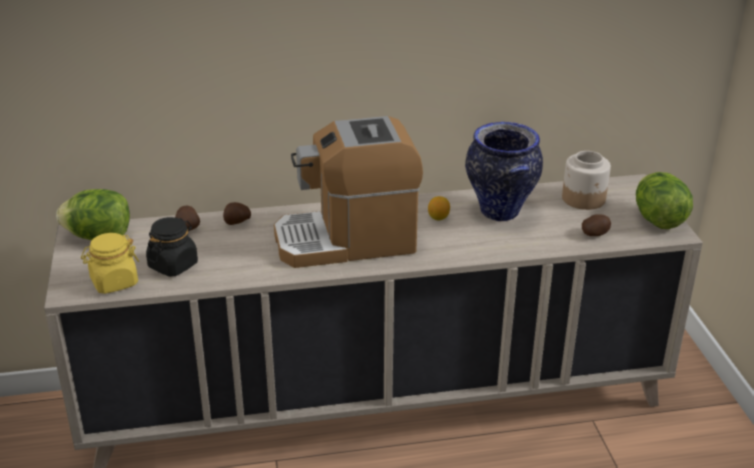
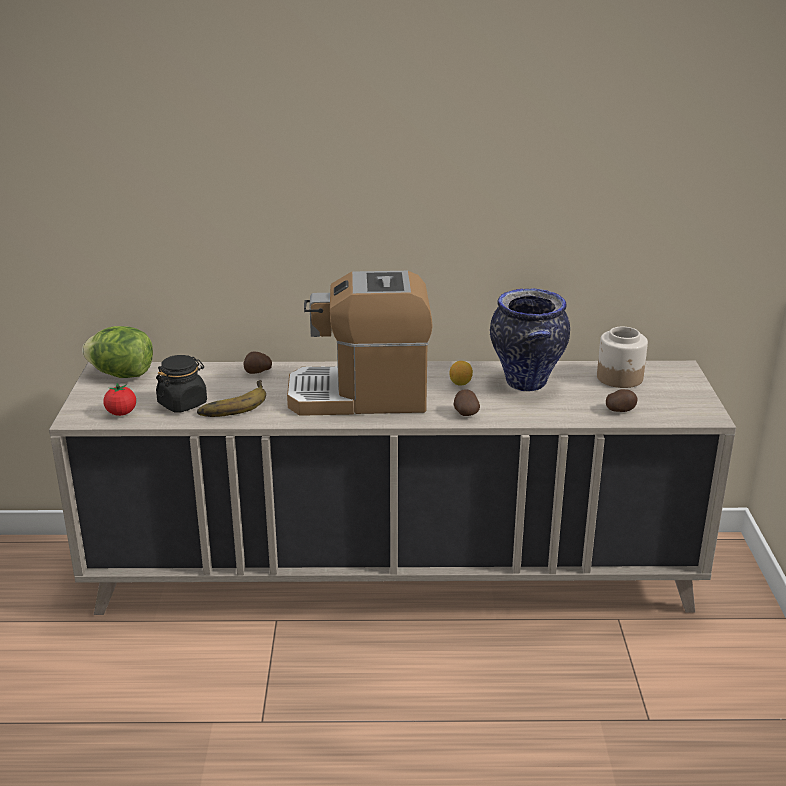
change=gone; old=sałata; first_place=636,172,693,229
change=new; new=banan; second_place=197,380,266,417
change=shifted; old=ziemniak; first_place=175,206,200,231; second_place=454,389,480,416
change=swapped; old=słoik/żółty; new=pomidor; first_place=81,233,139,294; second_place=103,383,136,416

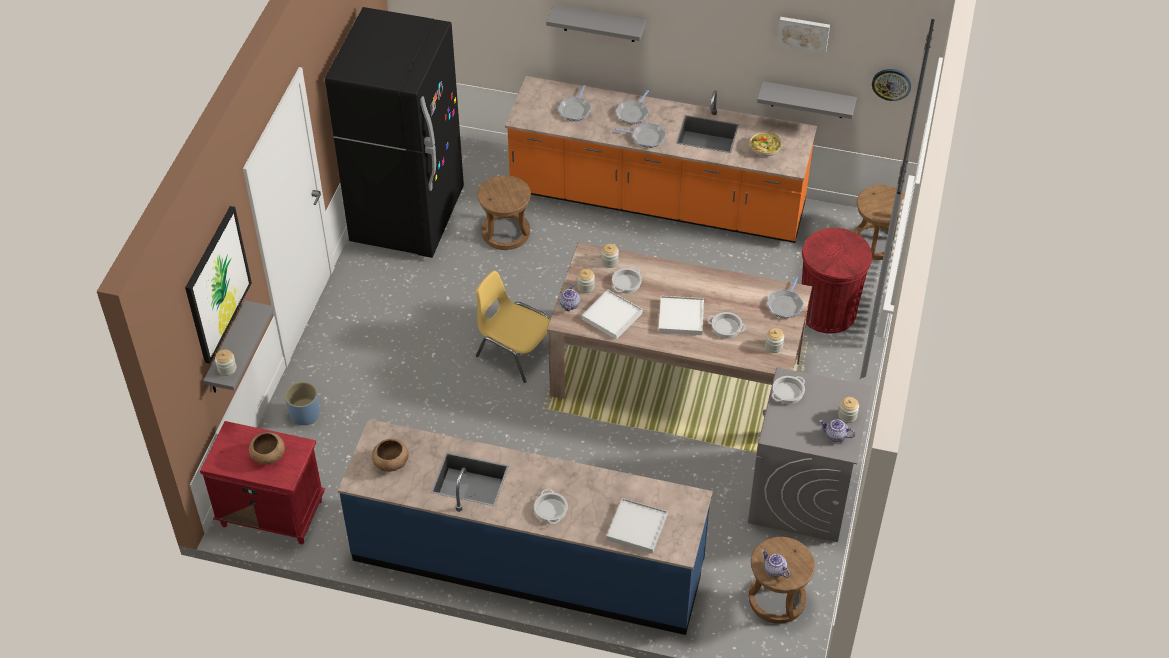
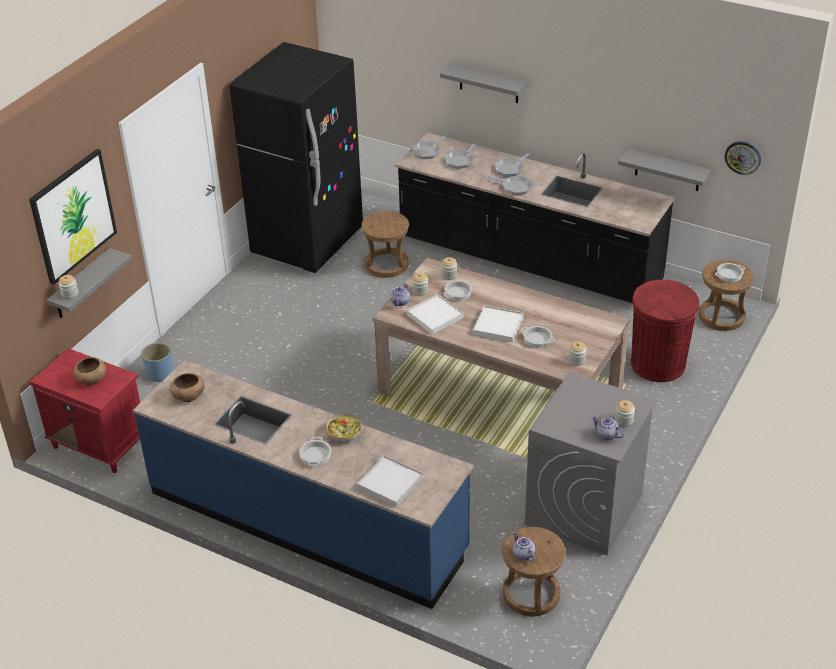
change=gone; old=krzesło/żółty; first_place=476,271,550,383
change=gone; old=obraz; first_place=777,17,830,54
change=shifted; old=miska; first_place=750,131,782,157; second_place=326,414,362,442
change=shifted; old=patelnia; first_place=767,276,804,319; second_place=412,135,445,159
change=shifted; old=garnek; first_place=772,376,805,404; second_place=715,263,745,282
change=repainted; old=zabudowa kuchenna/pomarańczowy; new=zabudowa kuchenna/czarny; first_place=505,76,817,243; second_place=395,133,675,303

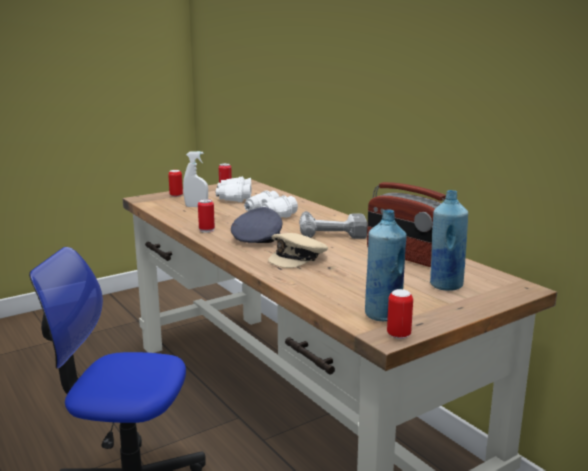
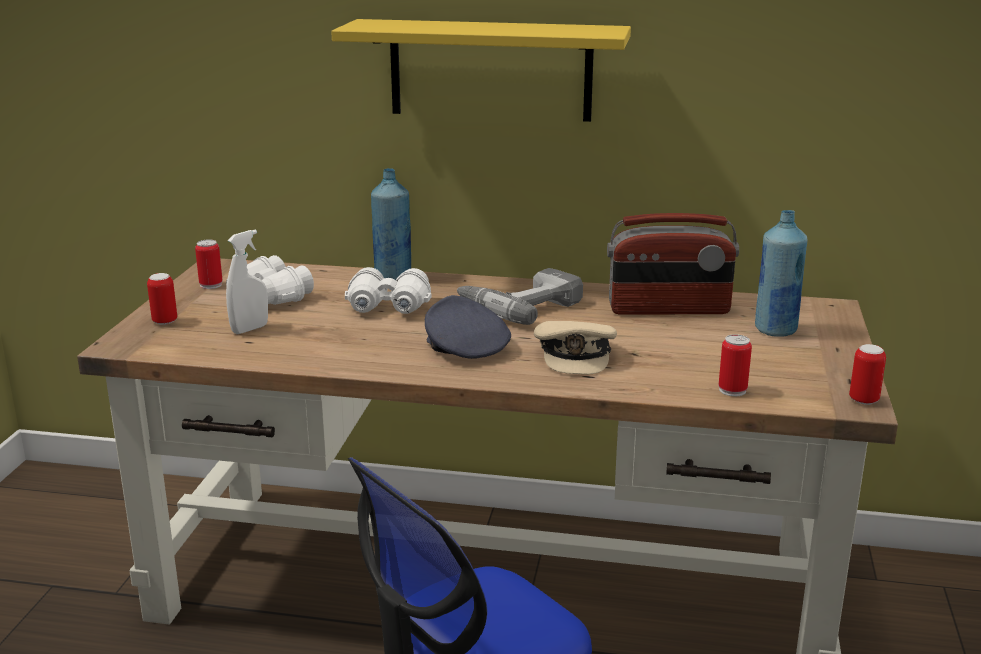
change=new; new=półka/żółty; second_place=331,19,631,122
change=shifted; old=puszka; first_place=198,199,215,233; second_place=719,334,752,396
change=shifted; old=butelka/niebieski; first_place=365,210,407,321; second_place=371,168,411,280

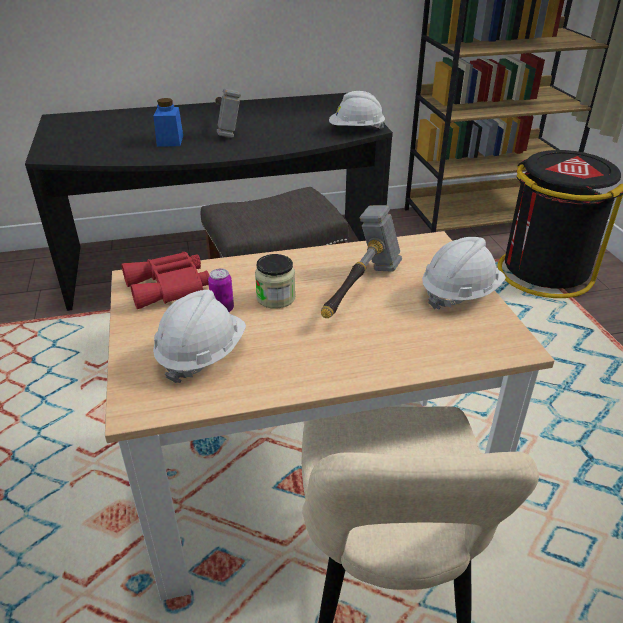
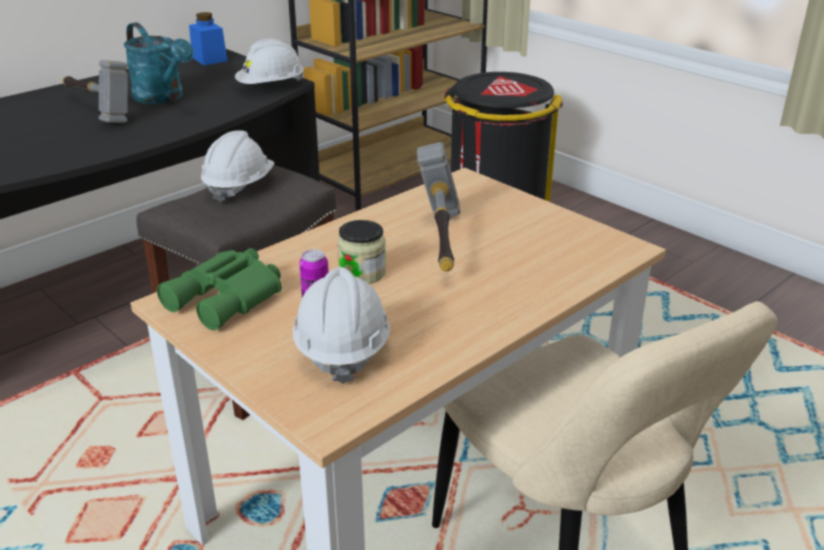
change=new; new=konewka/turkusowy; second_place=124,22,194,104
change=shifted; old=słoik/niebieski; first_place=153,98,183,147; second_place=189,12,227,65
change=shifted; old=kask/biały; first_place=422,237,506,310; second_place=201,130,274,202
change=repainted; old=lornetka/czerwony; new=lornetka/zielony; first_place=121,252,209,309; second_place=157,248,281,330

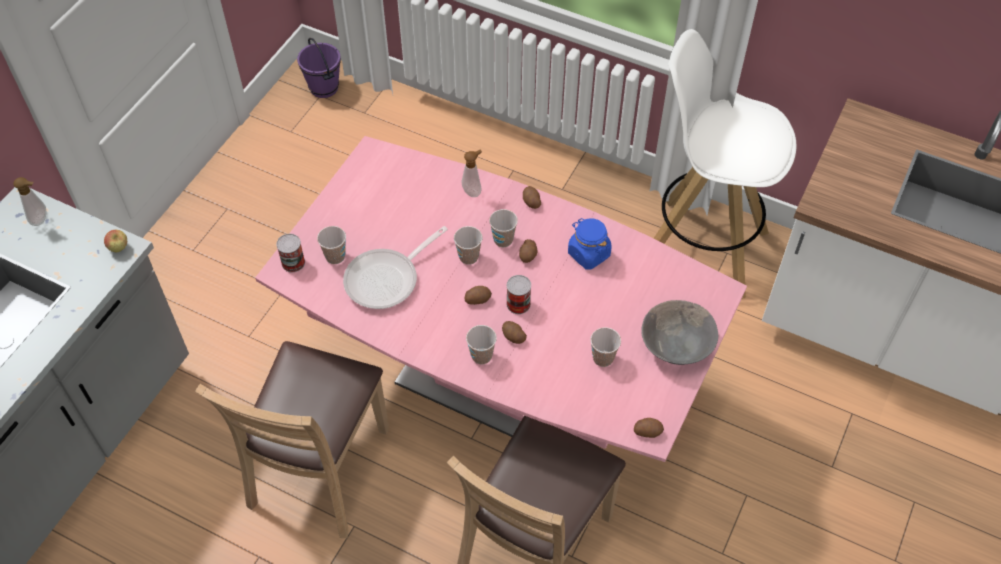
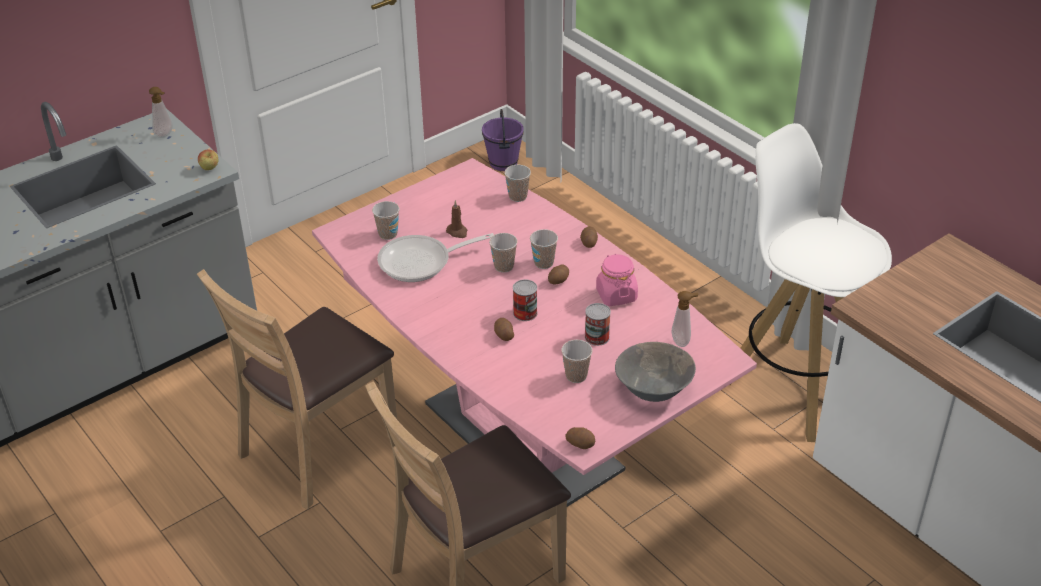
change=gone; old=ziemniak; first_place=465,286,492,305
change=new; new=świeca/brązowy; second_place=446,200,467,238
change=shifted; old=puszka; first_place=276,234,305,272; second_place=585,303,611,346
change=shifted; old=dozownik mydła; first_place=462,150,482,197; second_place=672,291,698,347
change=shifted; old=filiżanka; first_place=466,325,497,365; second_place=504,165,531,202
change=repainted; old=słoik/niebieski; new=słoik/różowy; first_place=568,218,612,270; second_place=596,254,638,306

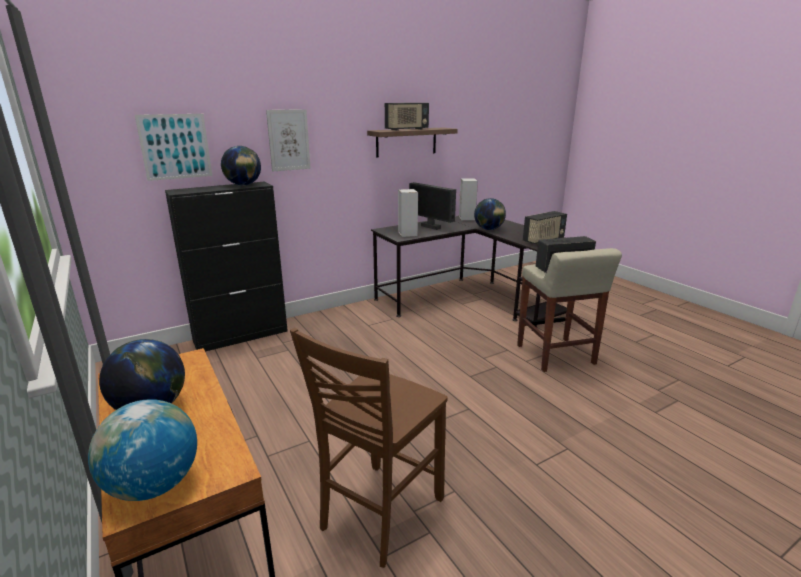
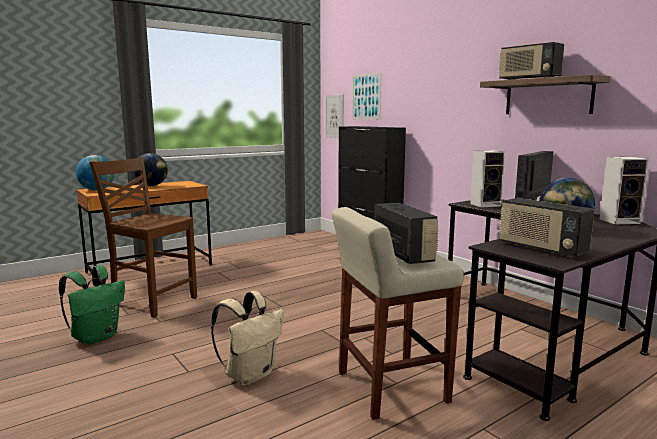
change=gone; old=globus; first_place=221,146,261,186
change=new; new=plecak/zielony; second_place=59,266,125,345
change=new; new=plecak/beżowy; second_place=211,291,284,385
change=shifted; old=obraz; first_place=266,109,311,171; second_place=325,94,344,138

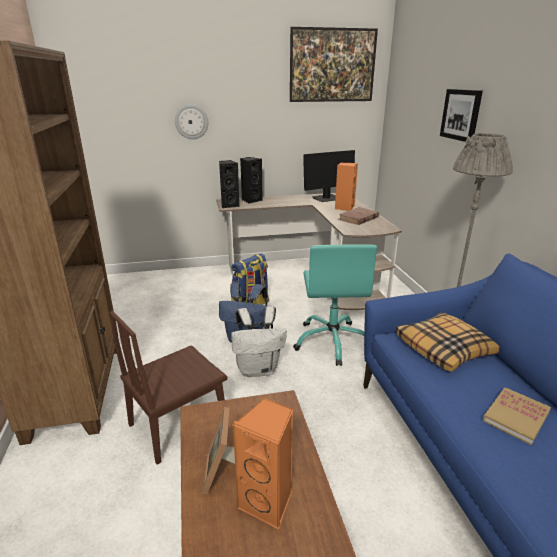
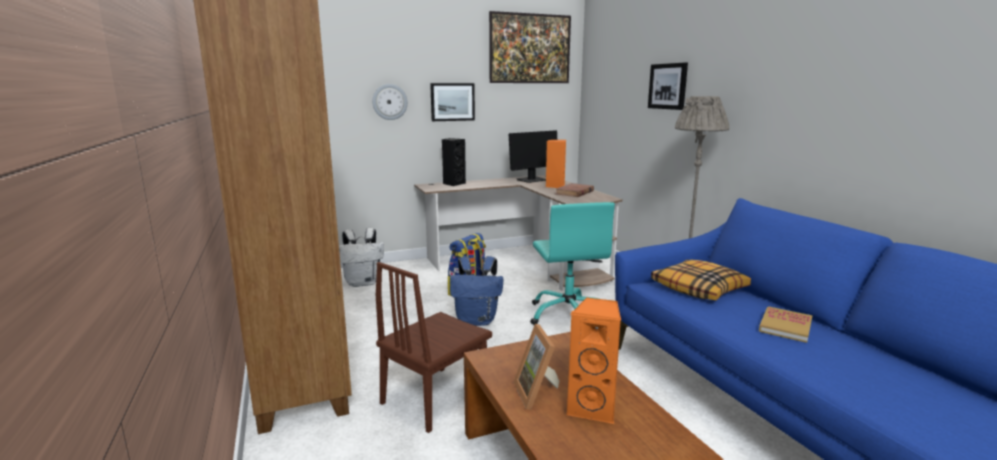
change=gone; old=głośnik/czarny; first_place=219,160,239,208
change=new; new=obraz; second_place=430,83,475,121
change=shifted; old=plecak/biały; first_place=231,306,287,377; second_place=339,228,384,287

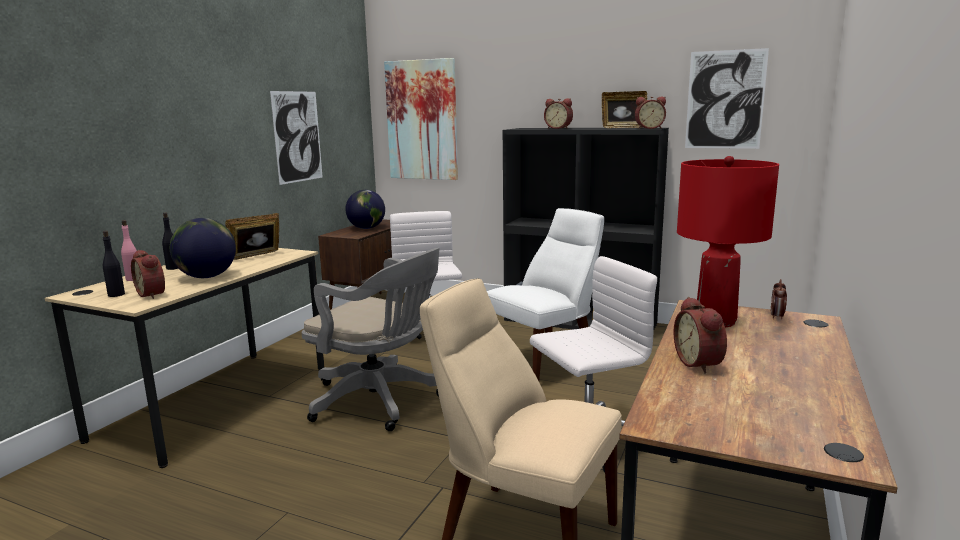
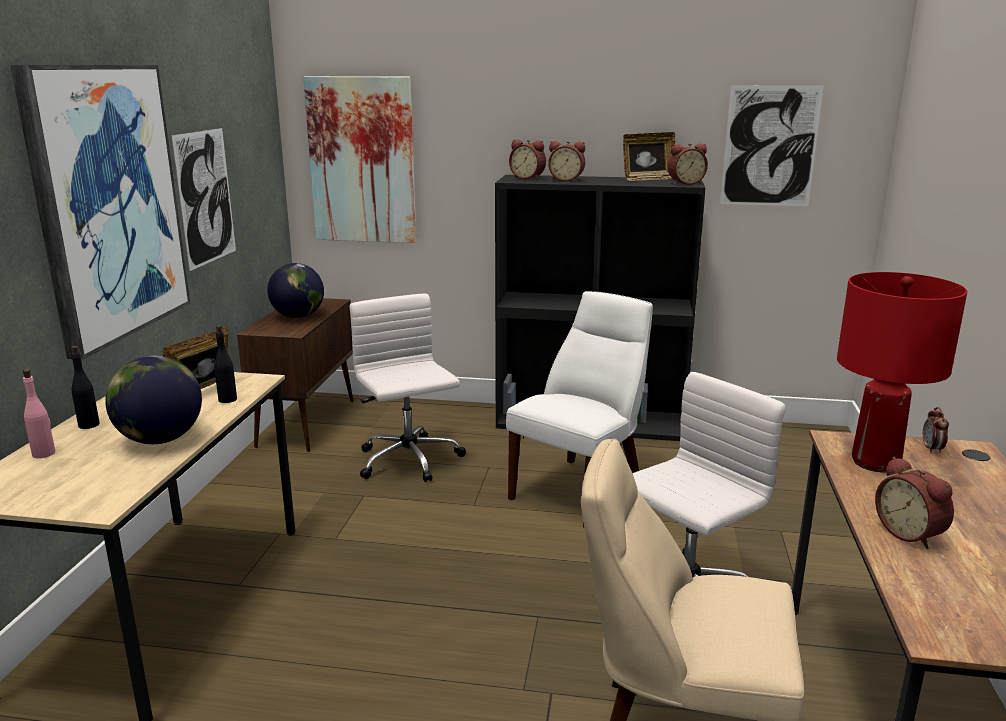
change=gone; old=krzesło biurowe/szary; first_place=302,248,439,431
change=new; new=obraz; second_place=10,65,190,360
change=shifted; old=butelka/czarny; first_place=103,231,125,297; second_place=214,325,237,403
change=shifted; old=budzik; first_place=131,250,165,299; second_place=509,139,546,179

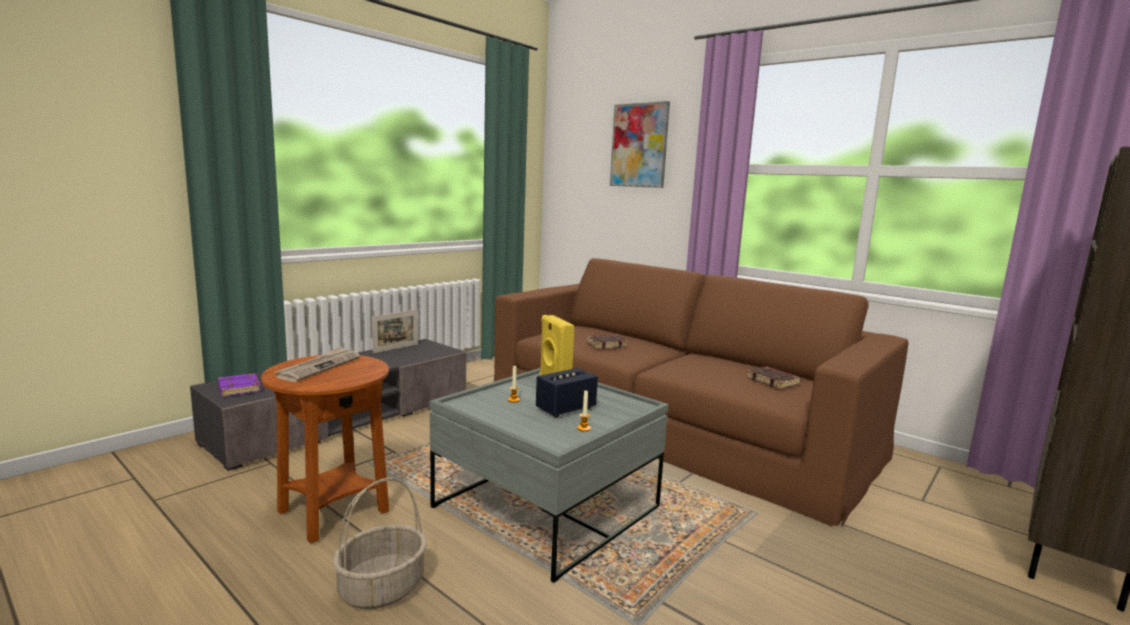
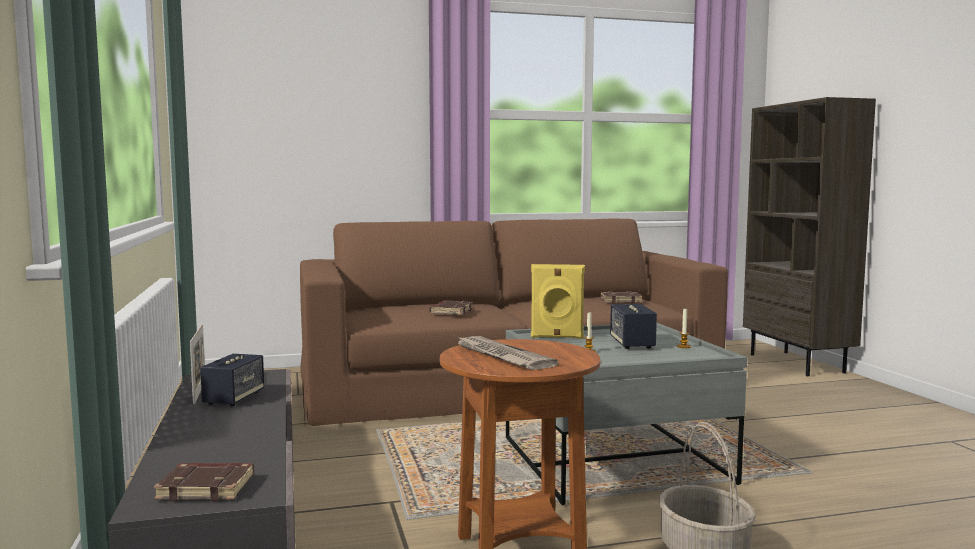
change=gone; old=obraz; first_place=610,101,670,188
change=new; new=głośnik; second_place=200,354,264,406
change=repainted; old=książka/fioletowy; new=książka/brązowy; first_place=218,373,261,397; second_place=154,463,254,501

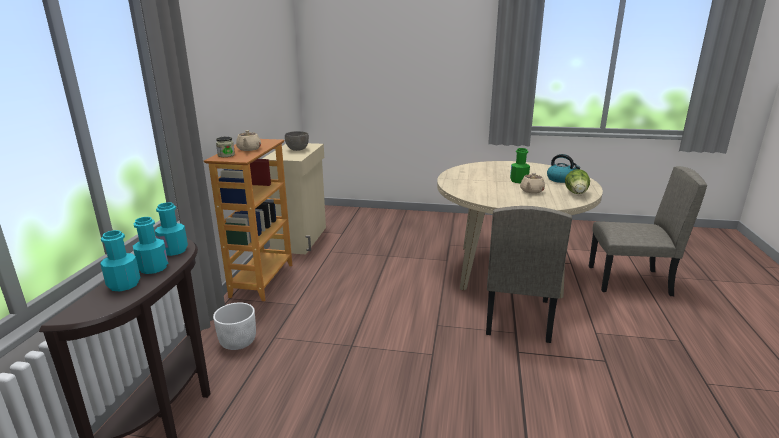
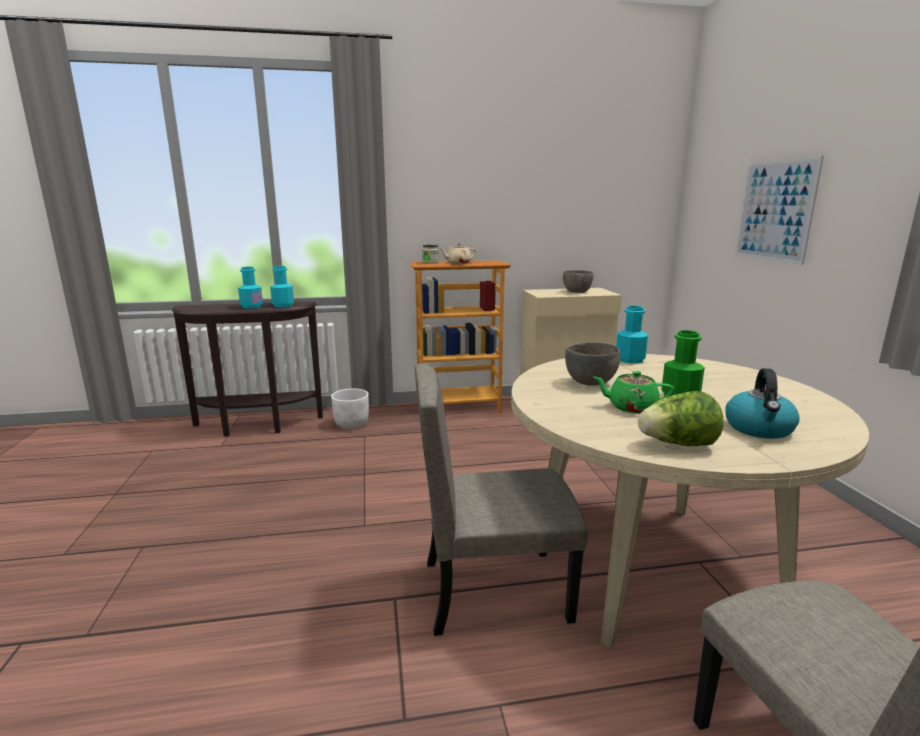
change=new; new=miska/szary; second_place=565,342,621,386
change=new; new=obraz; second_place=735,156,824,265
change=shifted; old=butelka/turkusowy; first_place=100,230,141,291; second_place=616,306,648,364
change=repainted; old=imbryk/beżowy; new=imbryk/zielony; first_place=520,173,545,194; second_place=593,371,674,413

